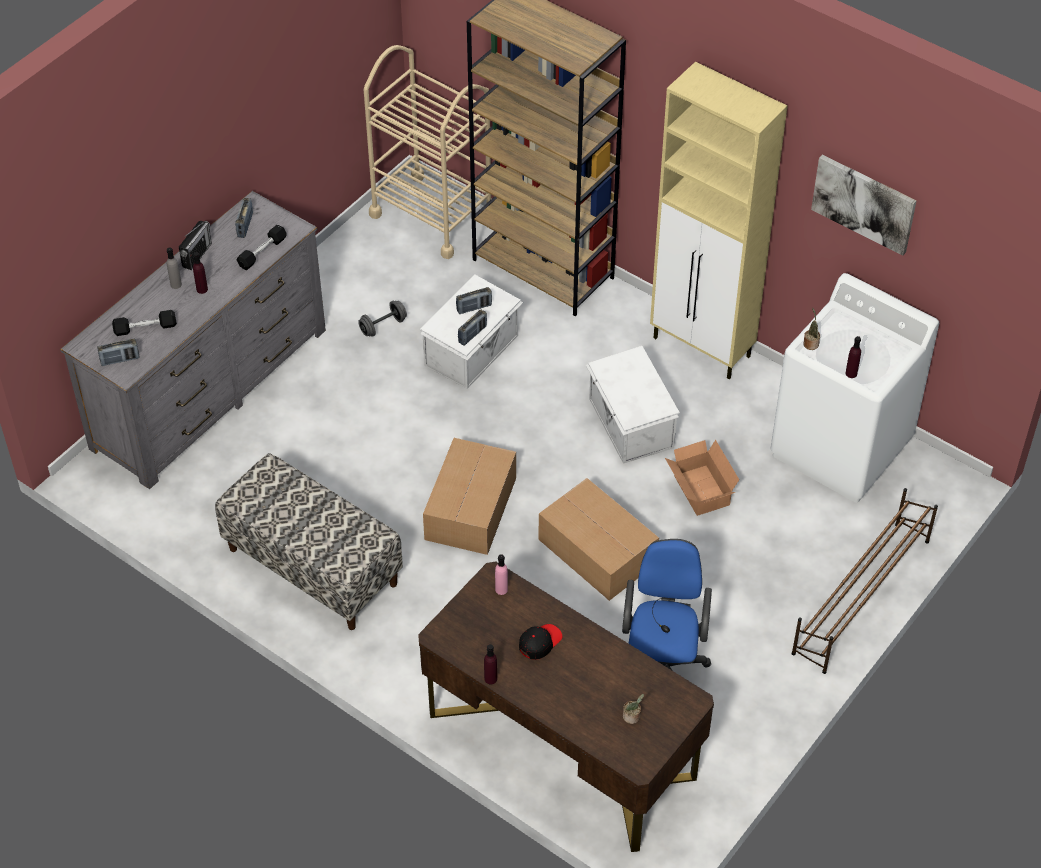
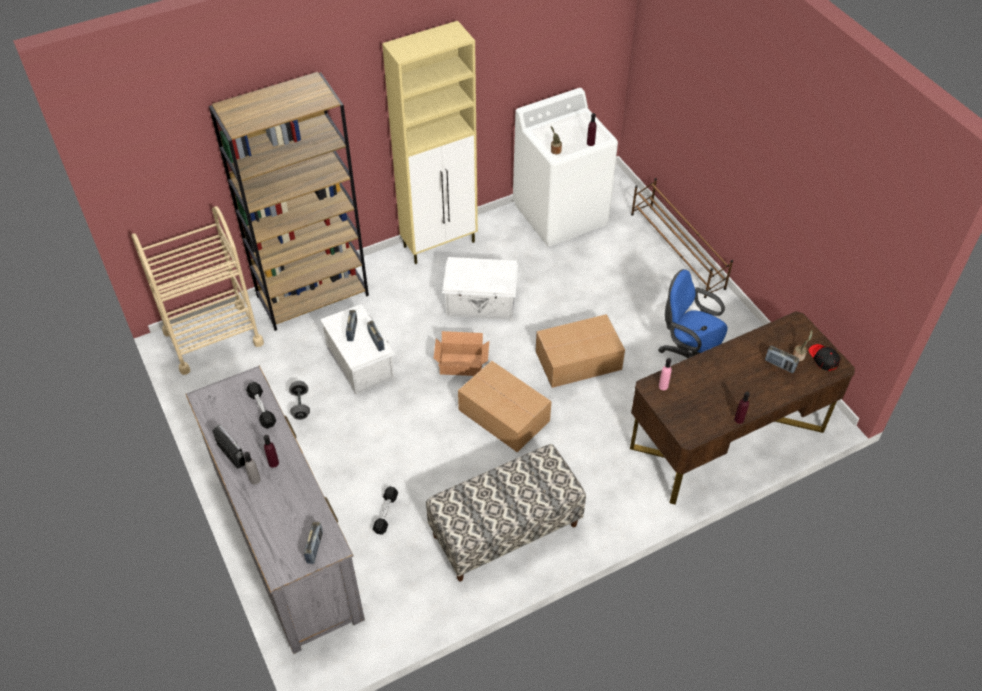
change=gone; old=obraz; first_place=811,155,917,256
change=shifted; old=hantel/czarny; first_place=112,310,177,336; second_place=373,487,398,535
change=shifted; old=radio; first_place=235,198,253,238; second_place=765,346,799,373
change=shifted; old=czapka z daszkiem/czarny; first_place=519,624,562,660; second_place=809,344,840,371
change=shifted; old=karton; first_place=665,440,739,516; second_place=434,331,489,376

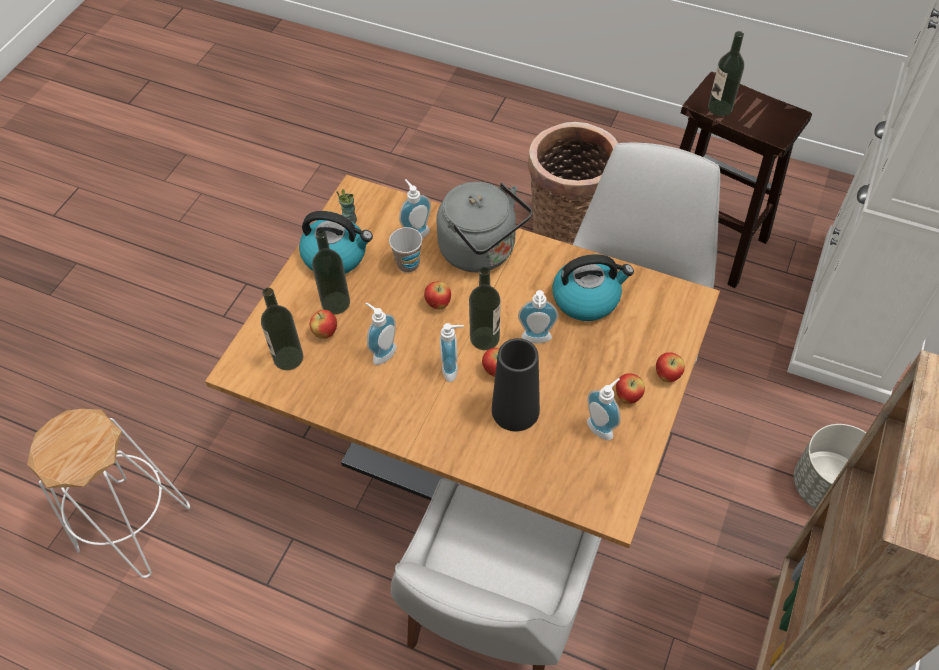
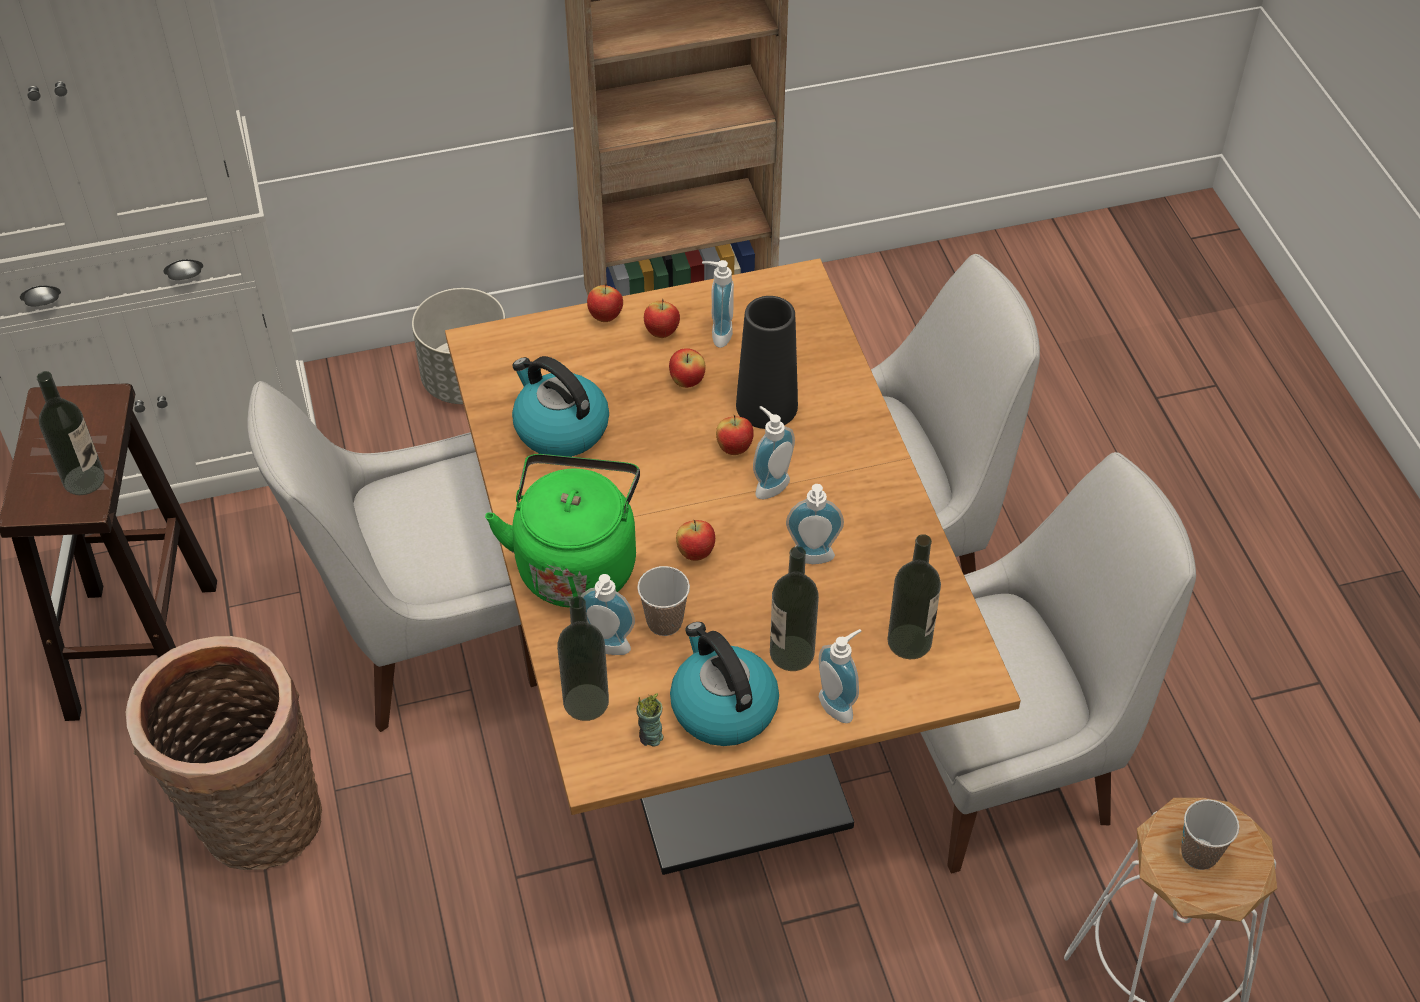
change=new; new=krzesło/biały; second_place=920,452,1196,874
change=new; new=filiżanka; second_place=1181,799,1239,870
change=shifted; old=jabłko; first_place=310,310,337,339; second_place=669,348,706,388
change=shifted; old=butelka; first_place=469,267,501,350; second_place=557,596,609,721
change=shifted; old=dozownik mydła; first_place=518,290,558,344; second_place=819,629,861,723
change=repainted; old=czajnik/szary; new=czajnik/zielony; first_place=437,182,532,272; second_place=485,454,640,608

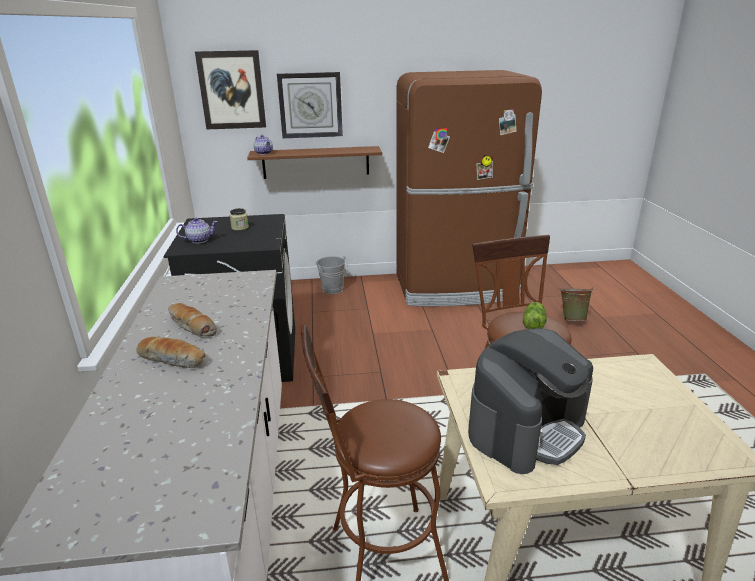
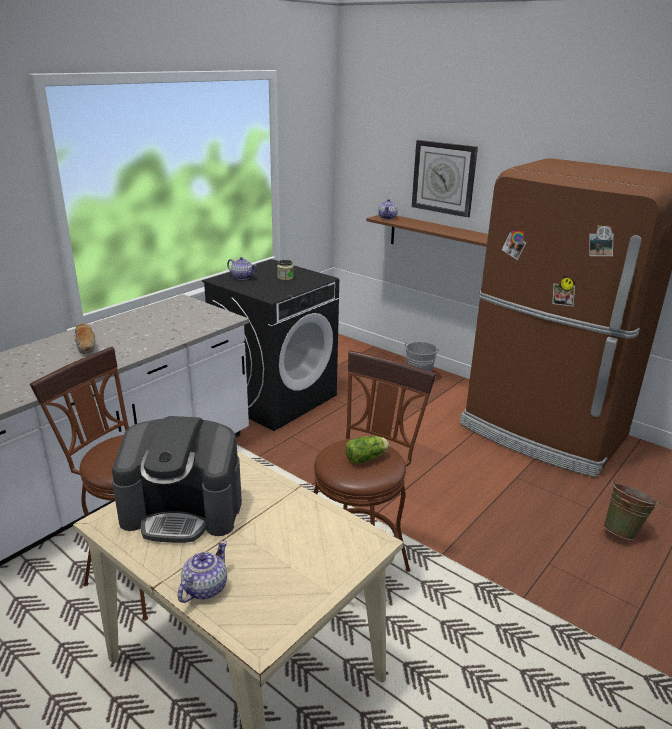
change=gone; old=chleb; first_place=168,303,217,337
change=gone; old=obraz; first_place=195,50,266,130
change=new; new=imbryk; second_place=178,541,227,603

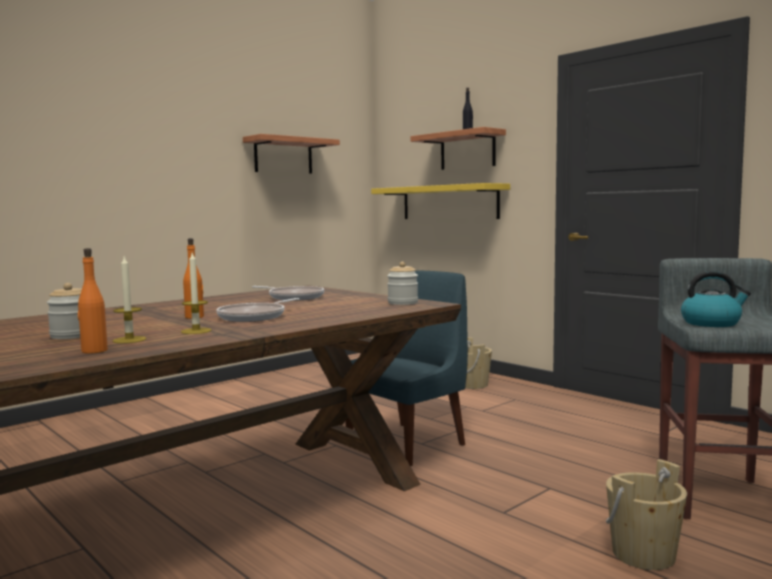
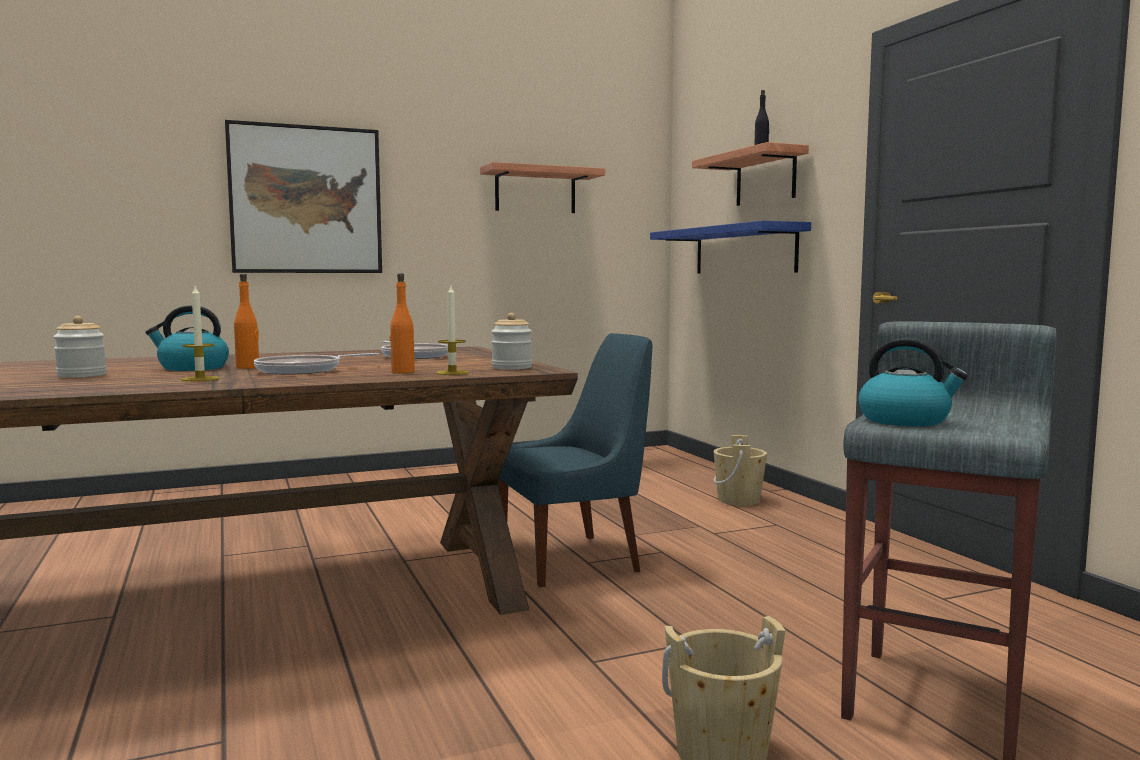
change=new; new=czajnik; second_place=146,305,229,371
change=new; new=obraz; second_place=225,120,382,273
change=shifted; old=butelka/pomarańczowy; first_place=78,248,108,354; second_place=390,273,415,373
change=shifted; old=świeca; first_place=113,257,146,343; second_place=436,286,469,375
change=repainted; old=półka/żółty; new=półka/niebieski; first_place=371,183,510,219; second_place=650,221,811,273

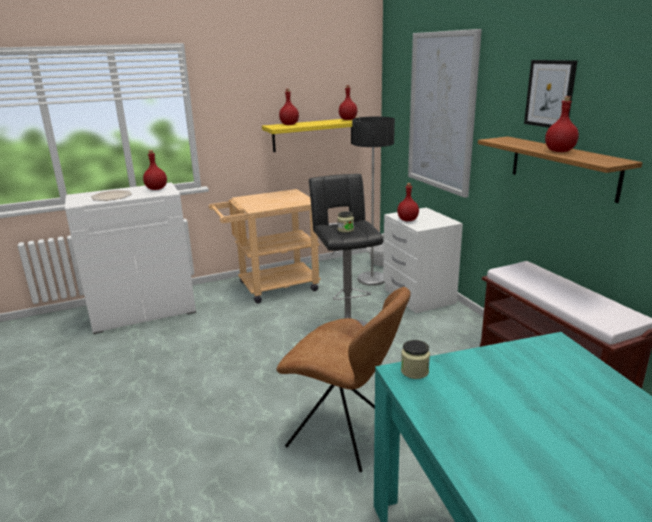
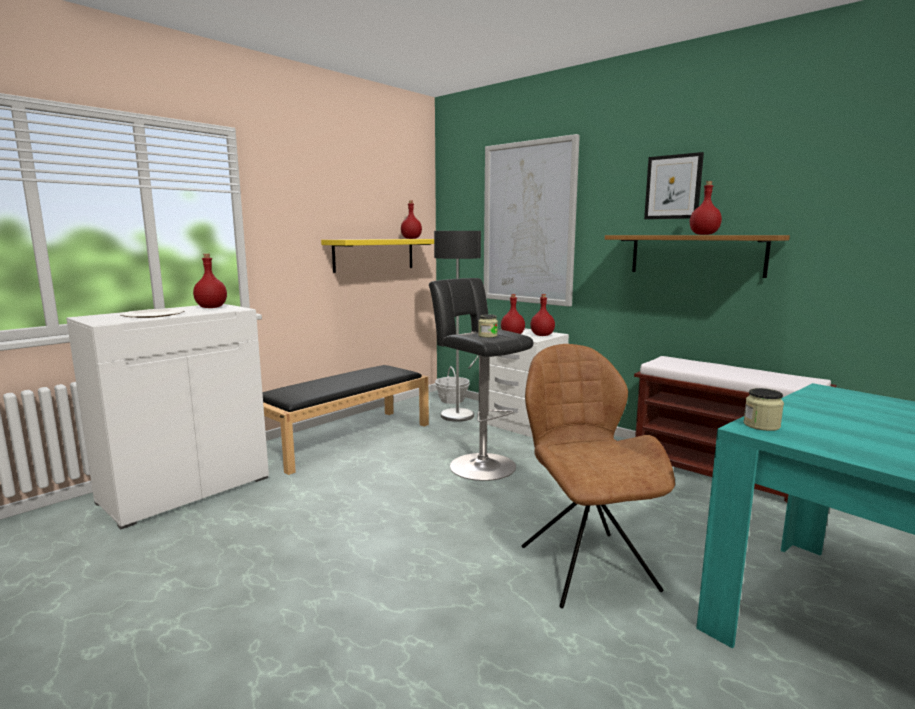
change=shifted; old=butelka/czerwony; first_place=279,89,299,125; second_place=530,294,555,336
change=swapped; old=wózek/beżowy; new=ławka/czarny; first_place=208,189,321,304; second_place=262,365,429,475
change=rotated; old=krzesło/brązowy; first_place=276,287,411,472; second_place=522,344,675,608; degrees=-105

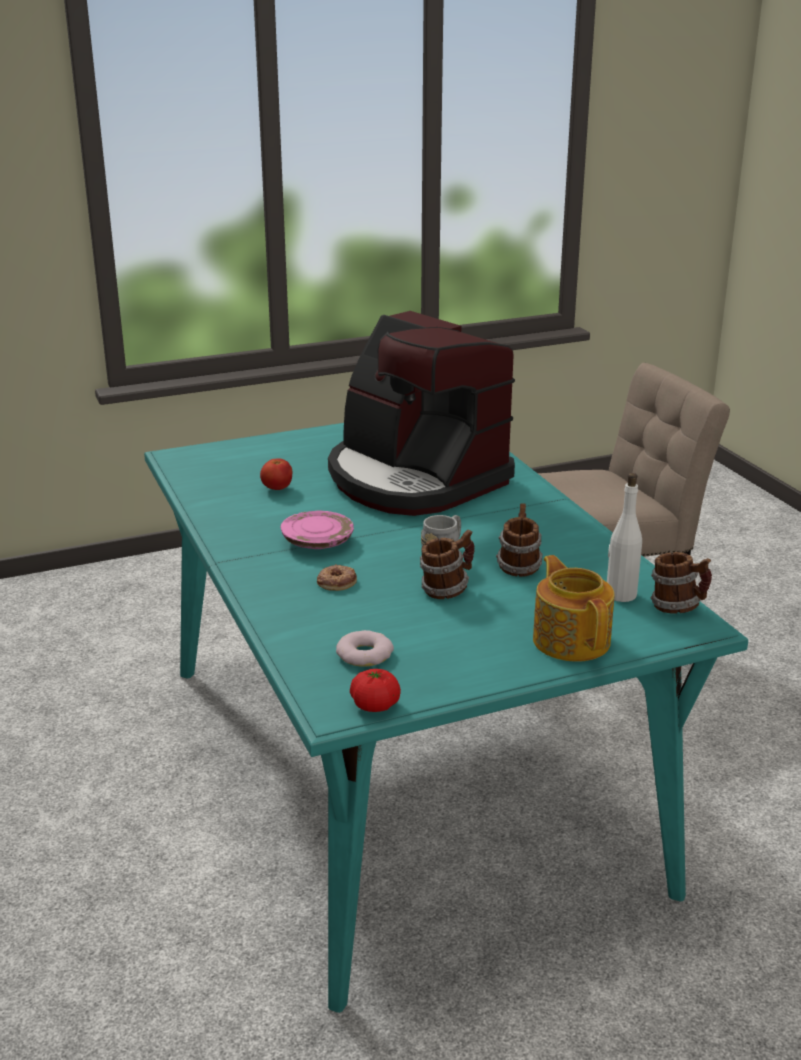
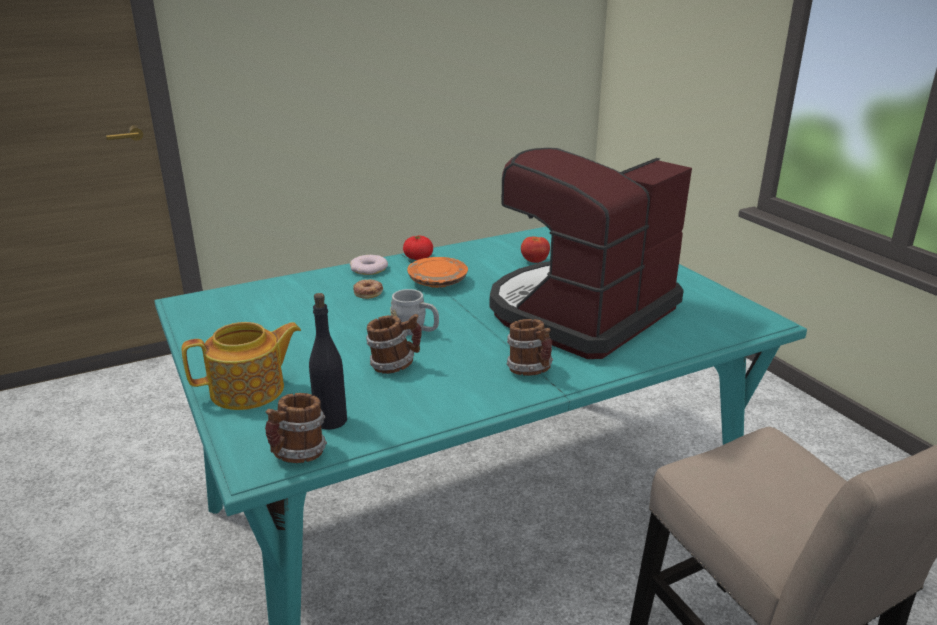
change=shifted; old=donut; first_place=336,630,394,667; second_place=350,255,388,275
change=shifted; old=pomidor; first_place=350,669,401,712; second_place=403,235,433,260
change=shifted; old=kubek; first_place=420,530,475,599; second_place=507,319,553,376
change=repainted; old=talerz/różowy; new=talerz/pomarańczowy; first_place=281,511,354,549; second_place=407,257,468,288
change=repainted; old=butelka/biały; new=butelka/czarny; first_place=607,473,642,602; second_place=309,293,347,430

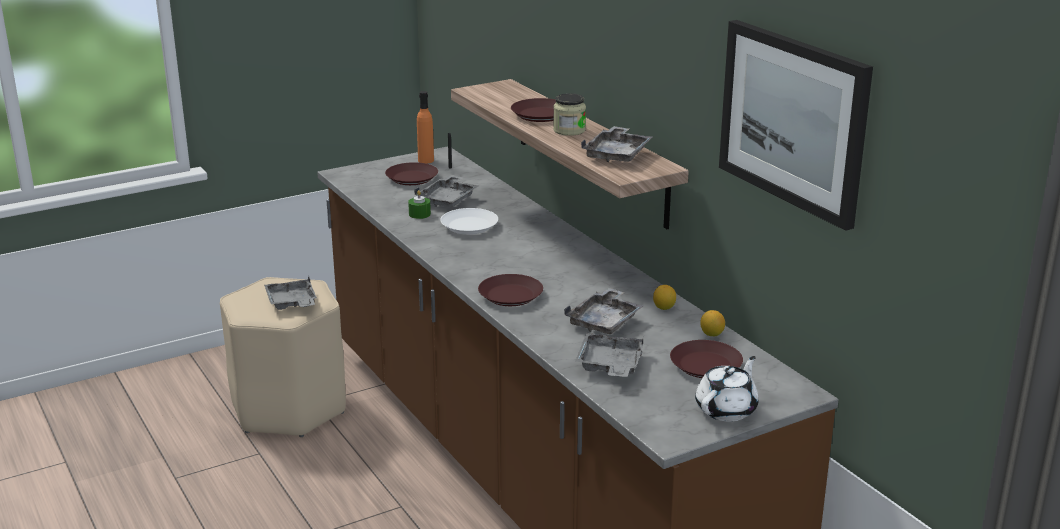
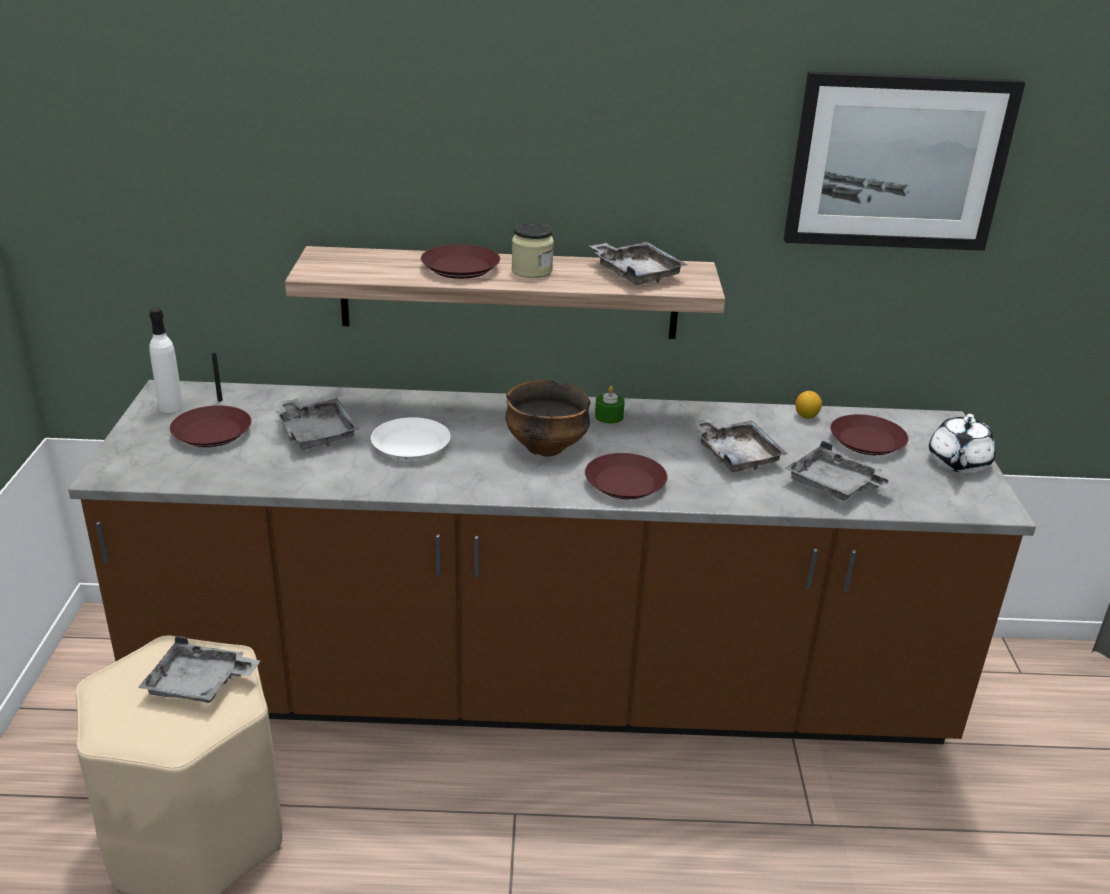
change=gone; old=cytryna; first_place=653,285,676,310
change=new; new=miska; second_place=505,380,590,457
change=shifted; old=świeca/zielony; first_place=408,190,431,219; second_place=595,386,625,424
change=repainted; old=butelka/pomarańczowy; new=butelka/biały; first_place=417,91,434,164; second_place=149,308,183,413
change=rotated; old=imbryk/biały; first_place=695,356,759,422; second_place=929,414,996,473; degrees=-135

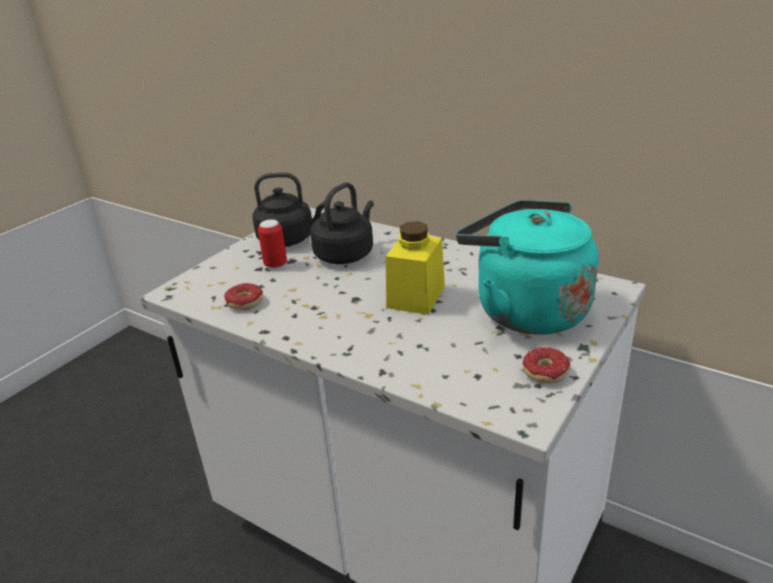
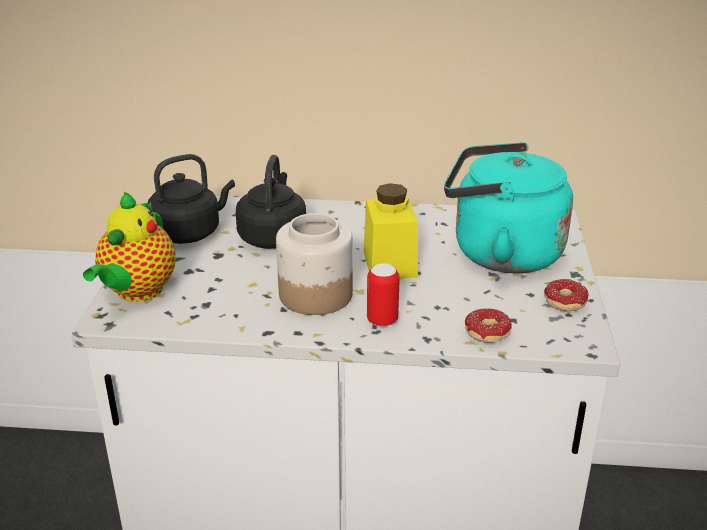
change=new; new=imbryk; second_place=83,192,175,302
change=new; new=słoik; second_place=276,213,353,315
change=shifted; old=donut; first_place=224,283,263,310; second_place=465,308,531,343
change=shifted; old=puszka; first_place=258,219,287,268; second_place=367,263,400,327

